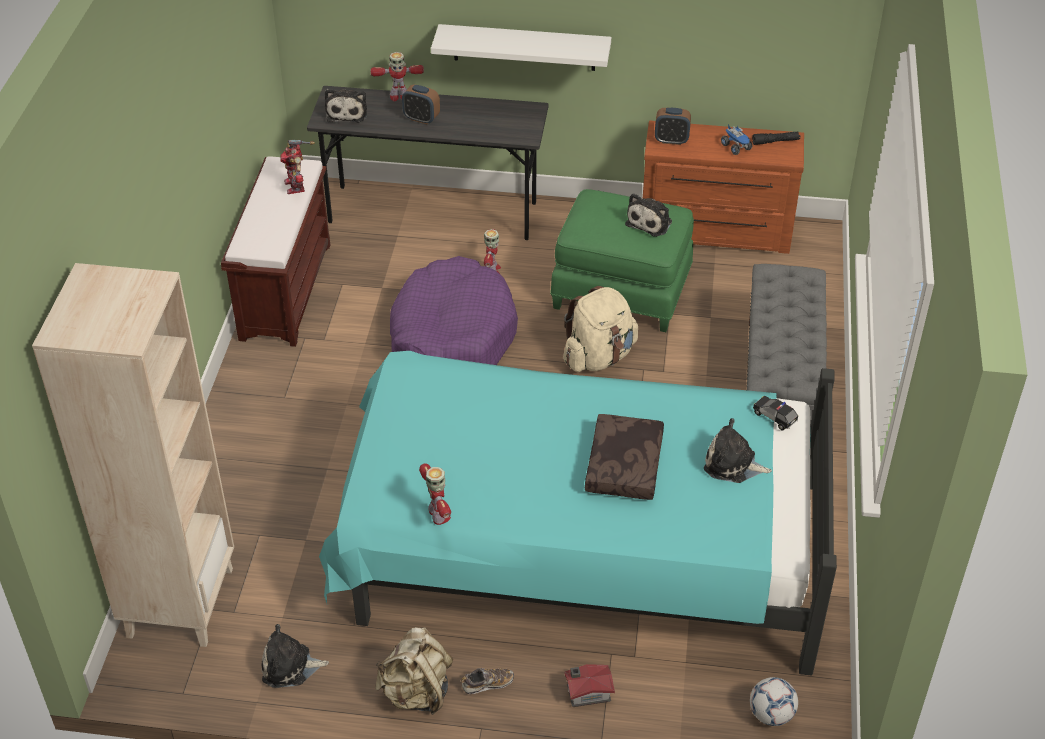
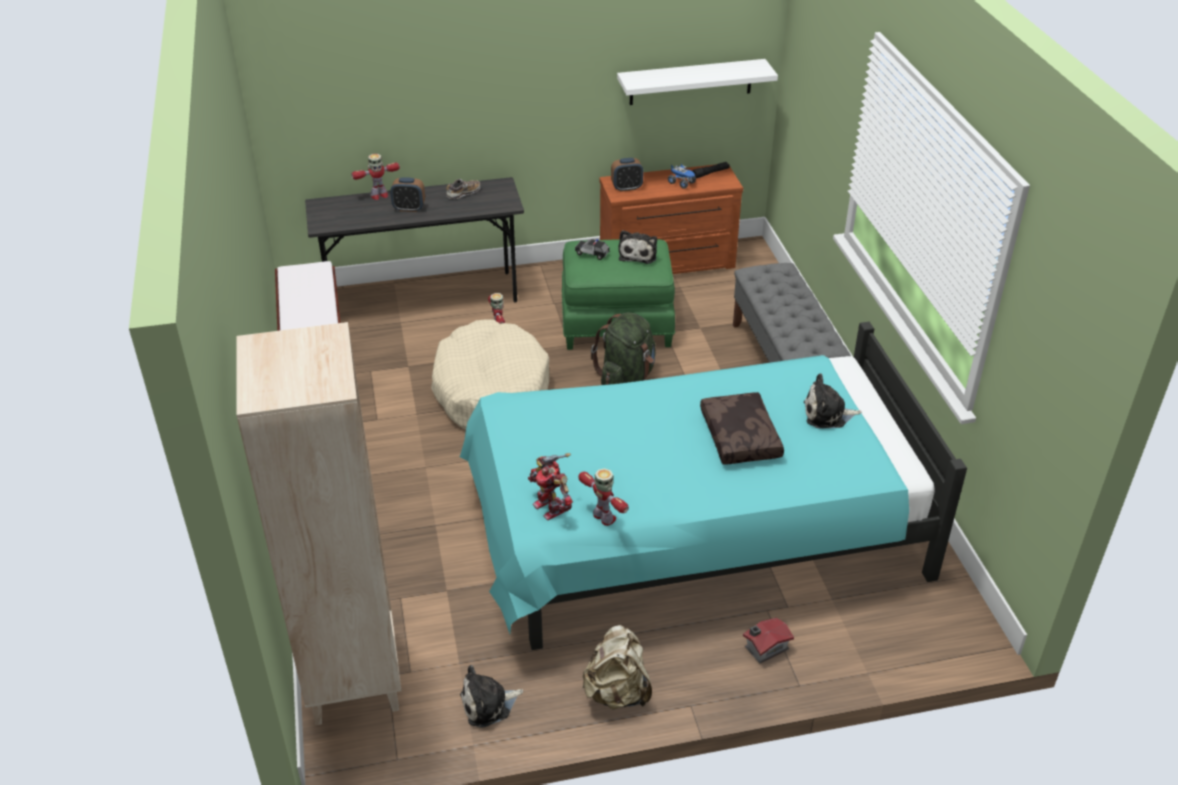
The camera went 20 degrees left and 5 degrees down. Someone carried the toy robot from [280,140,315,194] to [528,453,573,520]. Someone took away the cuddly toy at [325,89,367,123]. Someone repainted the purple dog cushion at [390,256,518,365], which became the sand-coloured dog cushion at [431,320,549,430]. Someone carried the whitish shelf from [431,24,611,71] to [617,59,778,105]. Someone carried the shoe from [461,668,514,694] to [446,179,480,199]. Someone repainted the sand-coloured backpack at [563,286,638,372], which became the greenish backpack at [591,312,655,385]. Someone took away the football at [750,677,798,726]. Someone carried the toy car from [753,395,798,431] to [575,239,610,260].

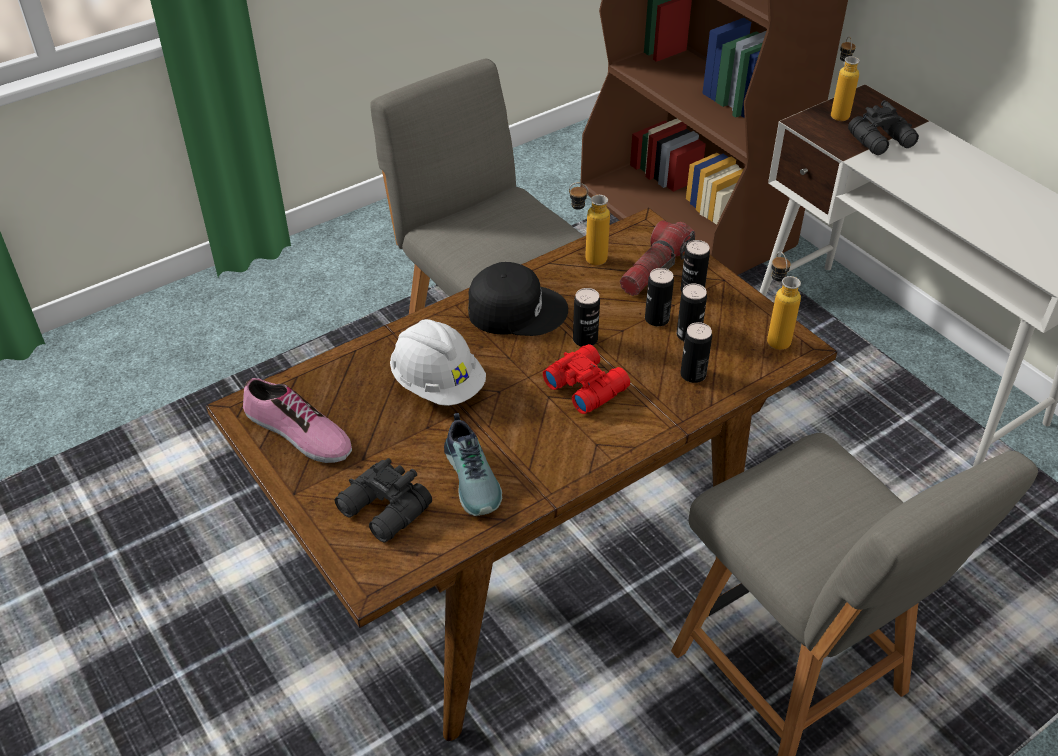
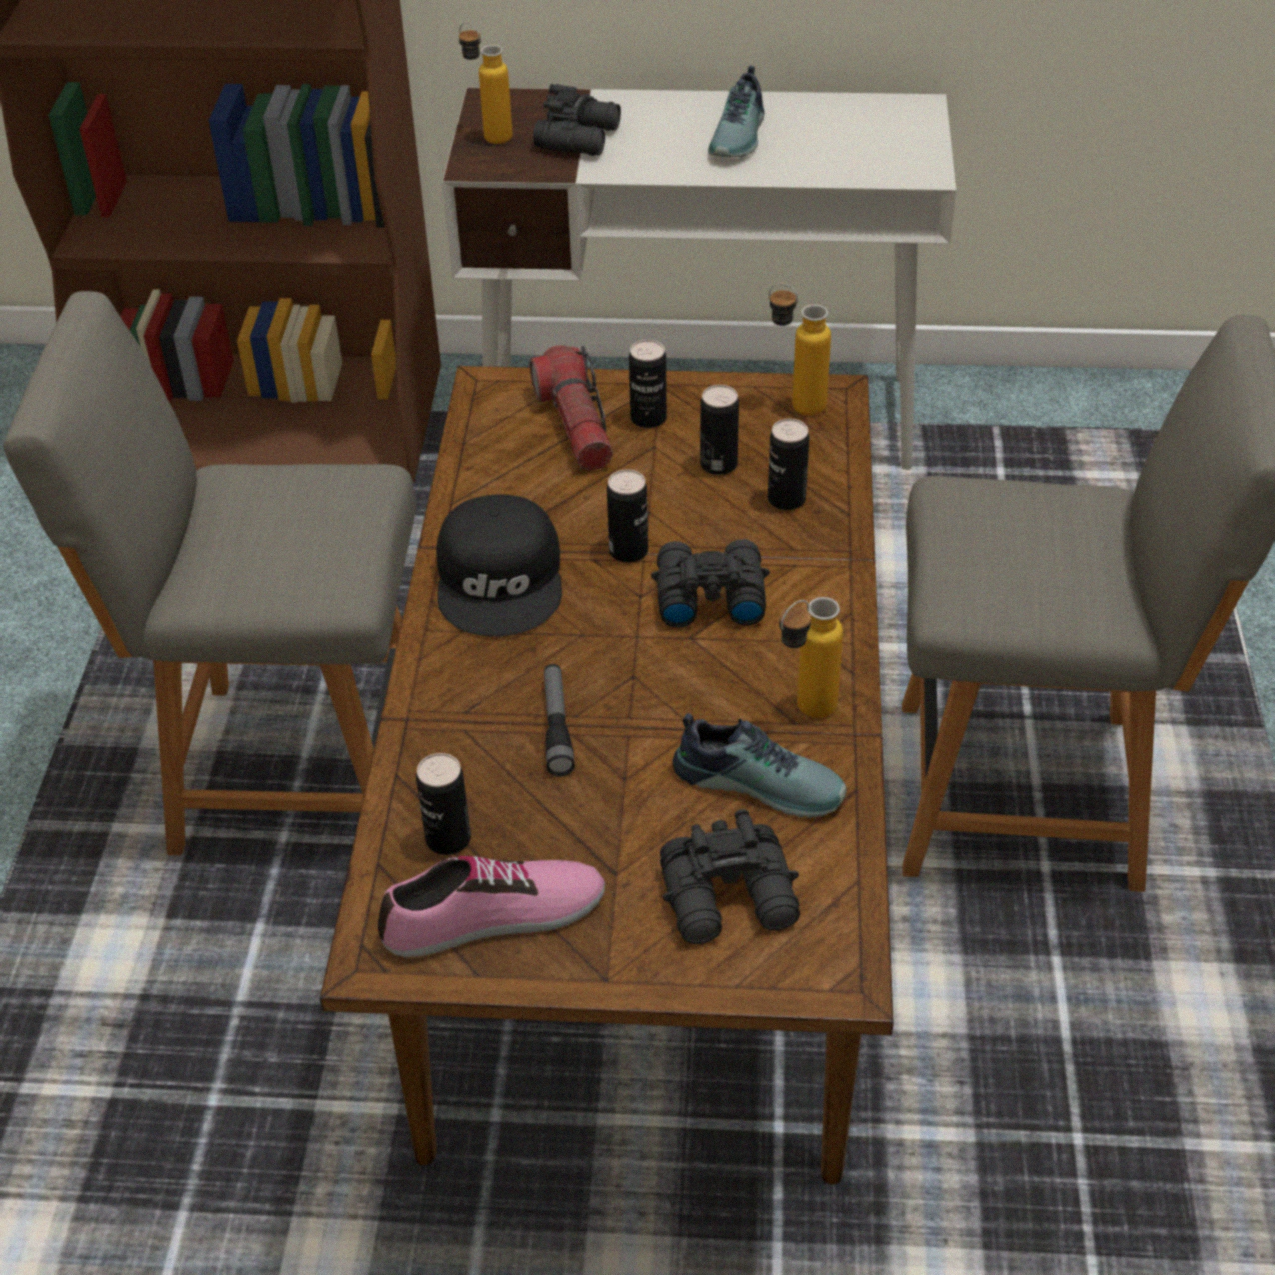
The camera went 50 degrees left and 0 degrees up. Someone swapped the whitish safety helmet at [390,319,486,406] for the flashlight at [544,664,575,776]. Someone rotated the black baseball cap at [468,262,568,336] by 135 degrees clockwise. Someone repainted the red binoculars at [543,344,630,414], which became the black binoculars at [651,539,770,628]. Someone carried the drink bottle from [569,183,610,266] to [779,597,843,718]. Someone carried the sealed can from [645,268,674,326] to [416,753,471,855]. Someone put down the shoe at [708,66,765,157].

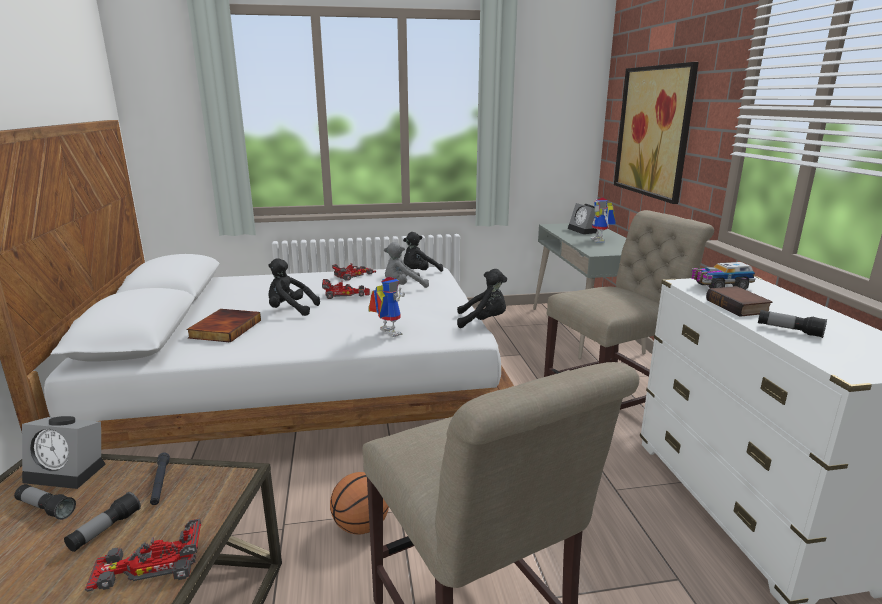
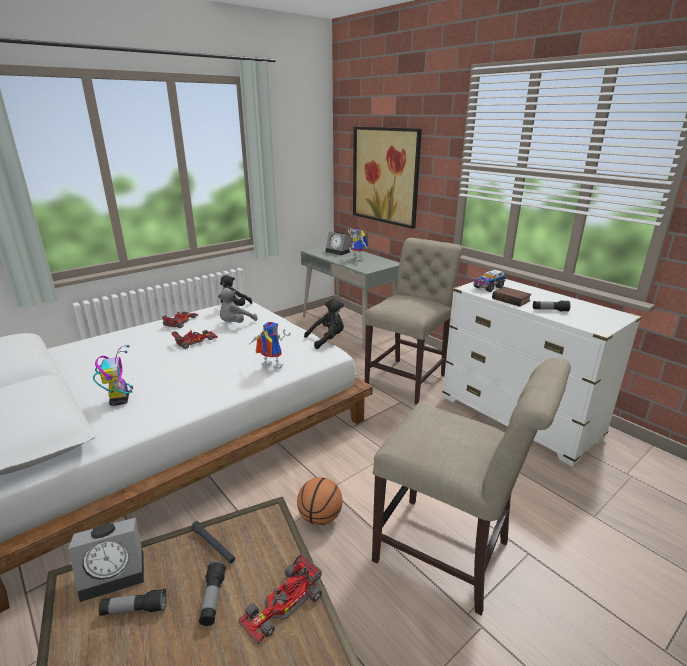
The camera went 30 degrees left and 5 degrees up. Someone swapped the volume at [187,309,261,343] for the toy robot at [93,345,133,406]. Someone took away the black cuddly toy at [268,258,320,316].

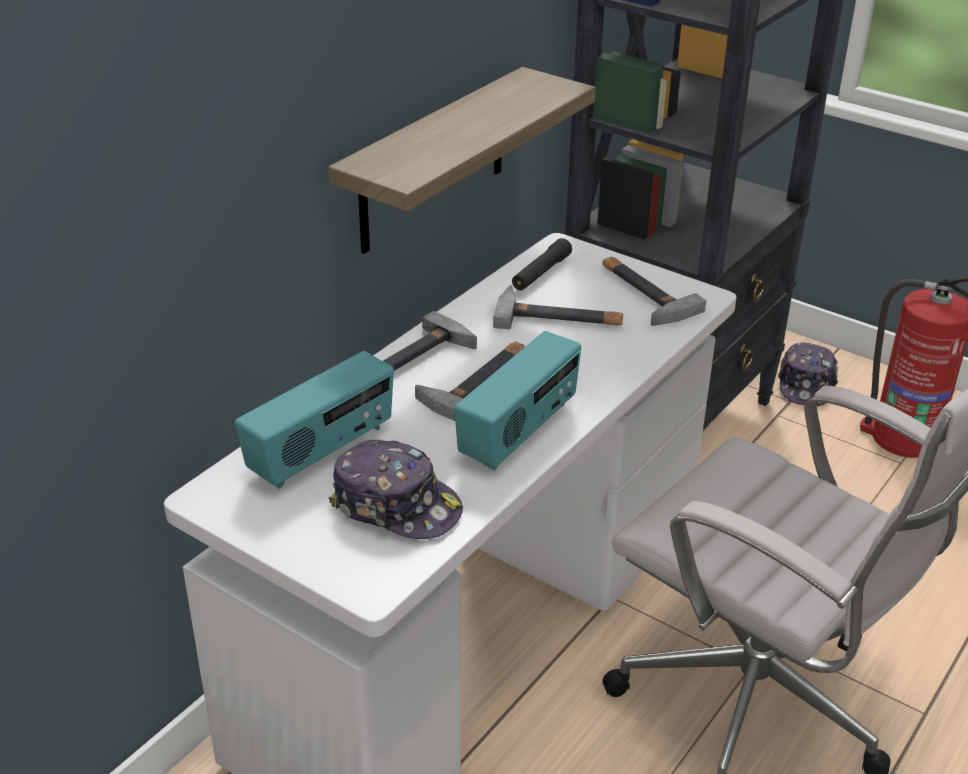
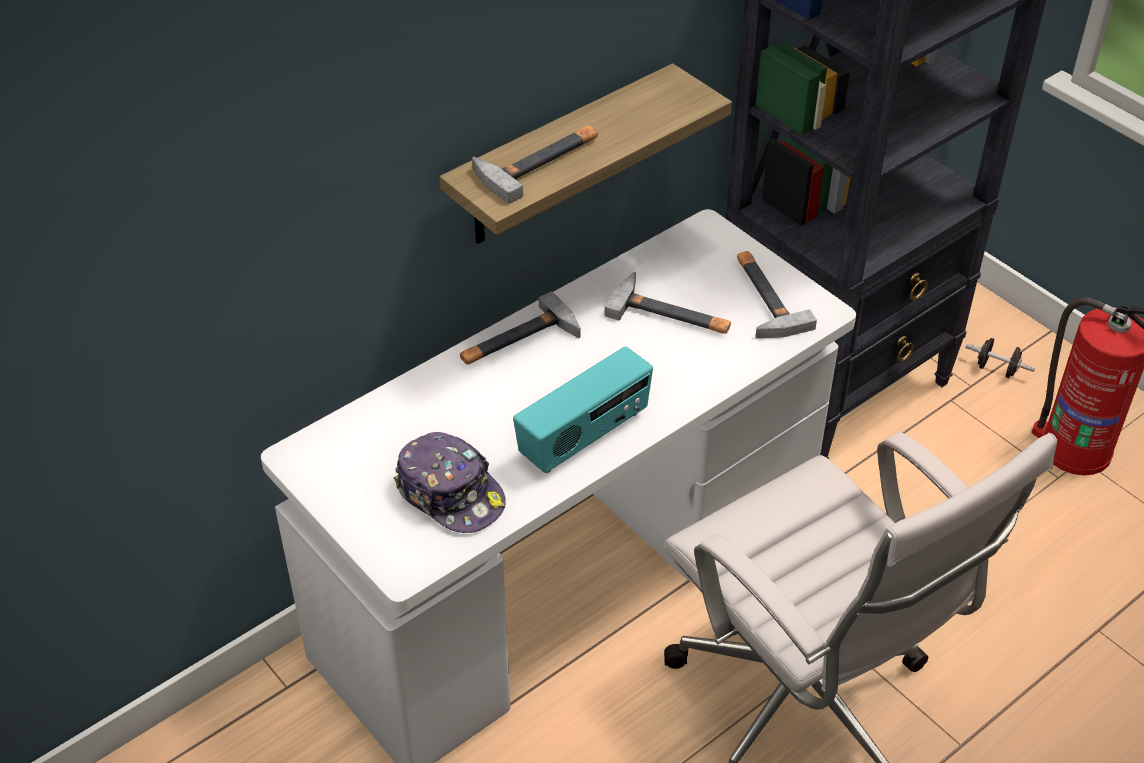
The camera went 15 degrees right and 10 degrees up. Someone took away the radio at [235,351,394,489]. Someone carried the hand hammer from [415,342,525,421] to [472,125,598,204]. Someone took away the black flashlight at [512,238,572,290]. Someone swapped the baseball cap at [778,342,838,406] for the black free weight at [965,338,1035,378].

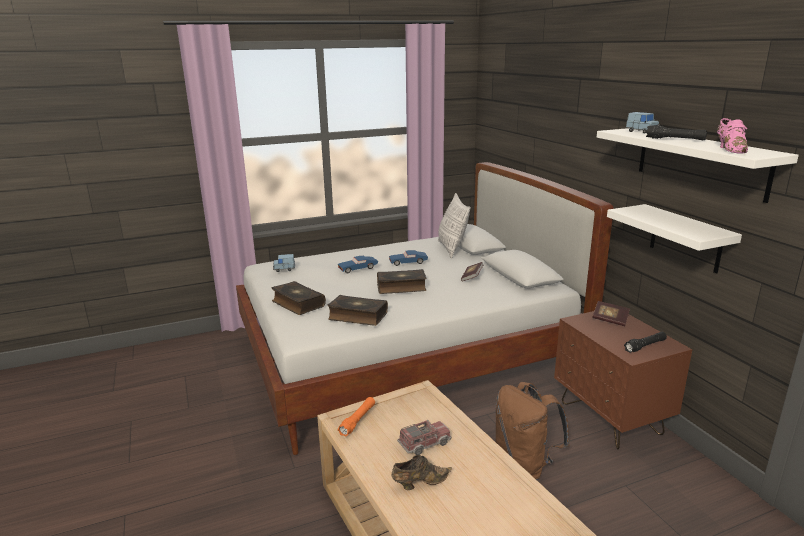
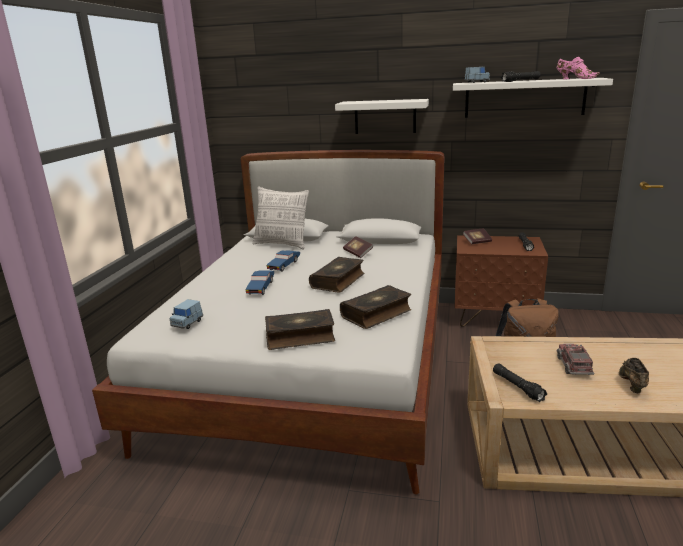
The camera went 55 degrees left and 0 degrees up. Someone repainted the orange-coloured flashlight at [337,397,375,437], which became the black flashlight at [493,363,547,402]. Someone carried the whitish shelf from [607,204,742,274] to [335,99,429,134].

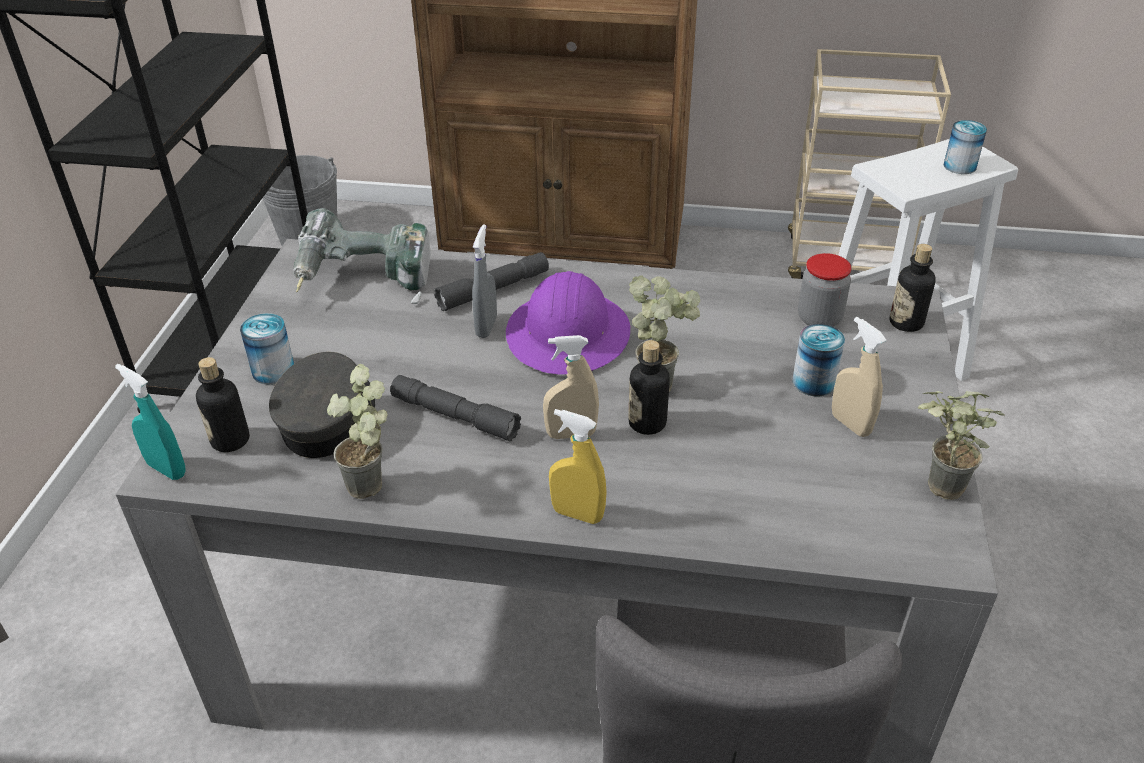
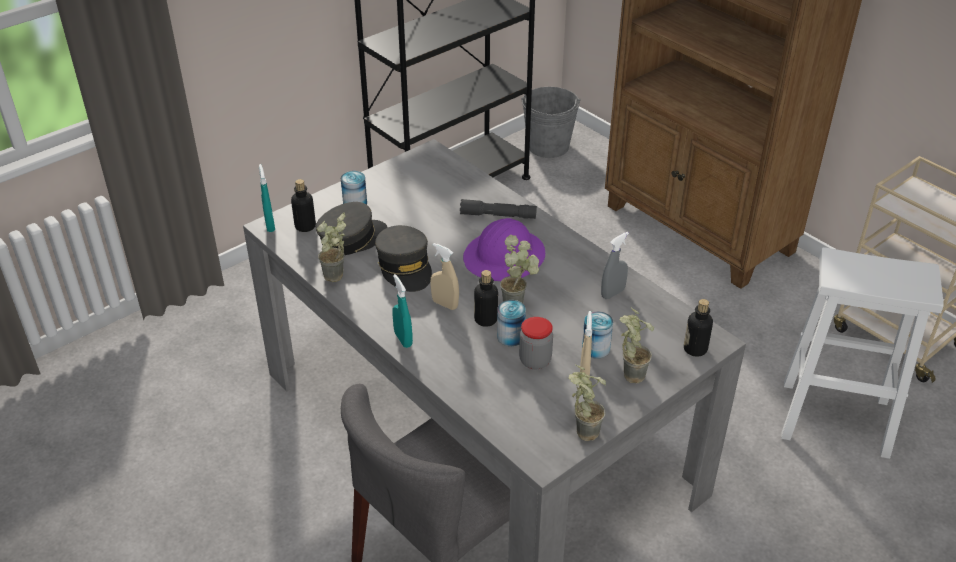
The camera went 40 degrees right and 0 degrees up. Someone took away the electric drill at [293,208,430,304]. Someone swapped the gray flashlight at [390,375,521,442] for the gray baseball cap at [375,225,432,292]. Someone carried the gray hand sprayer from [472,224,497,338] to [601,232,629,299]. Someone repainted the yellow-coloured hand sprayer at [549,409,607,524], which became the turquoise-coloured hand sprayer at [392,274,413,348]. Someone carried the storage jar from [798,253,852,327] to [519,317,553,369]. Someone carried the sealed can from [943,120,987,174] to [497,300,526,346]. Someone put down the houseplant at [619,308,654,384].

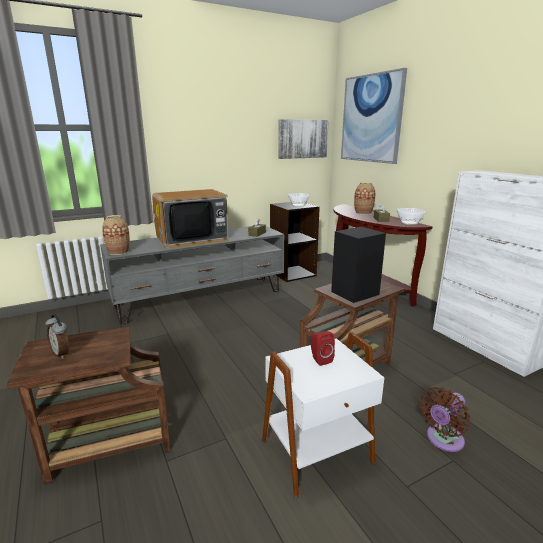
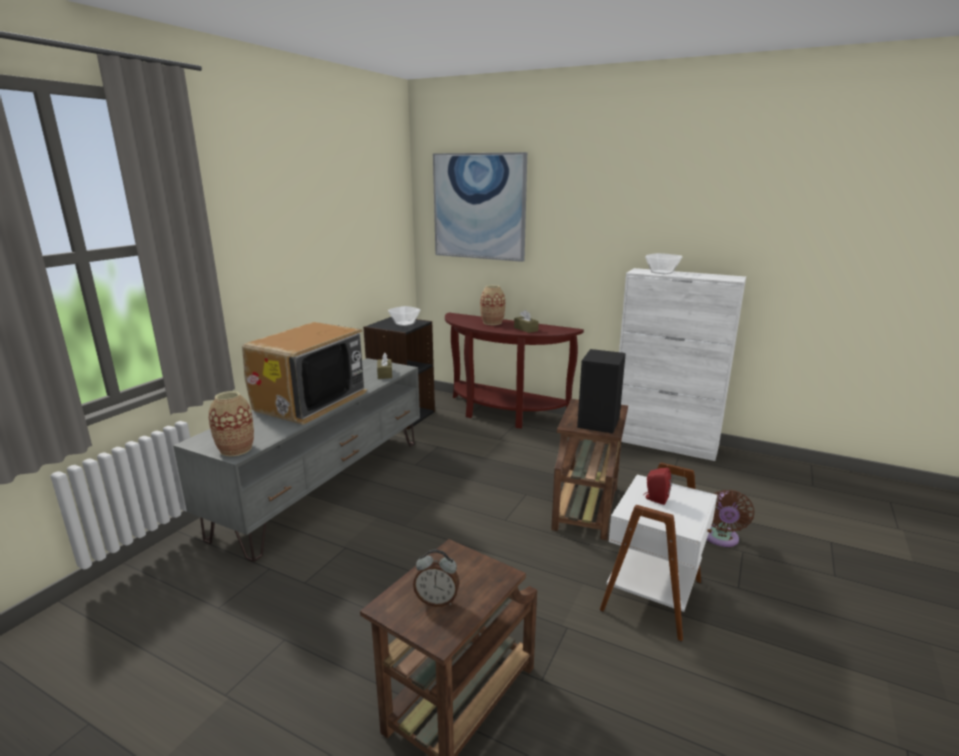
The camera went 35 degrees left and 0 degrees up. Someone took away the wall art at [278,119,329,159]. Someone carried the serving bowl from [396,208,426,225] to [645,253,682,274].

